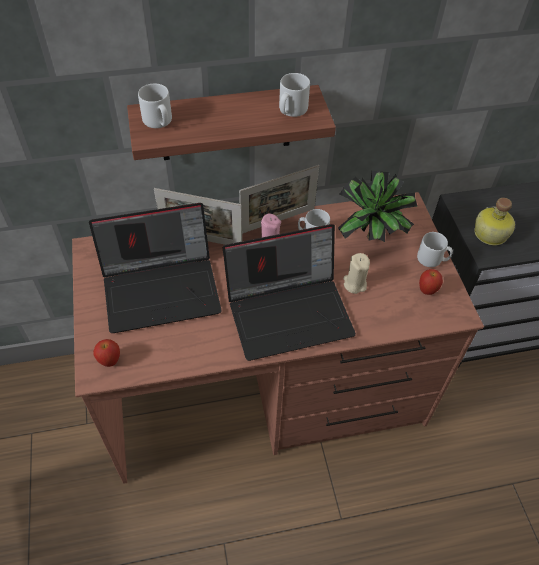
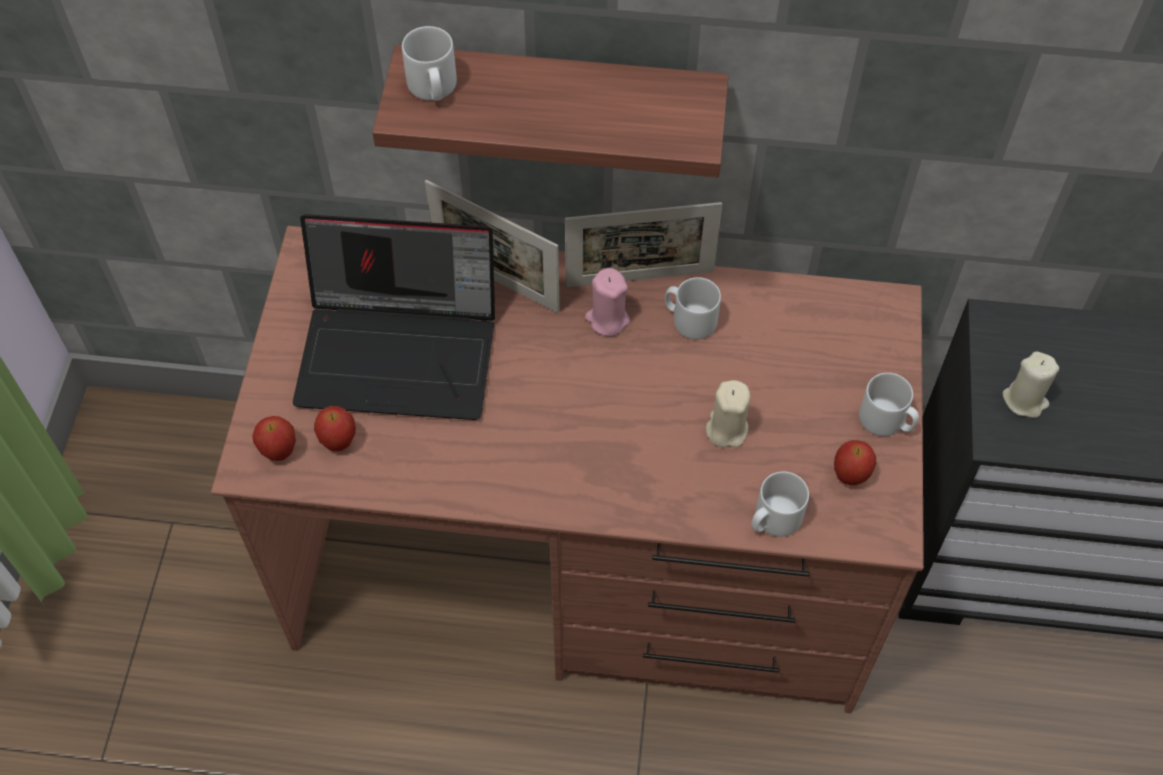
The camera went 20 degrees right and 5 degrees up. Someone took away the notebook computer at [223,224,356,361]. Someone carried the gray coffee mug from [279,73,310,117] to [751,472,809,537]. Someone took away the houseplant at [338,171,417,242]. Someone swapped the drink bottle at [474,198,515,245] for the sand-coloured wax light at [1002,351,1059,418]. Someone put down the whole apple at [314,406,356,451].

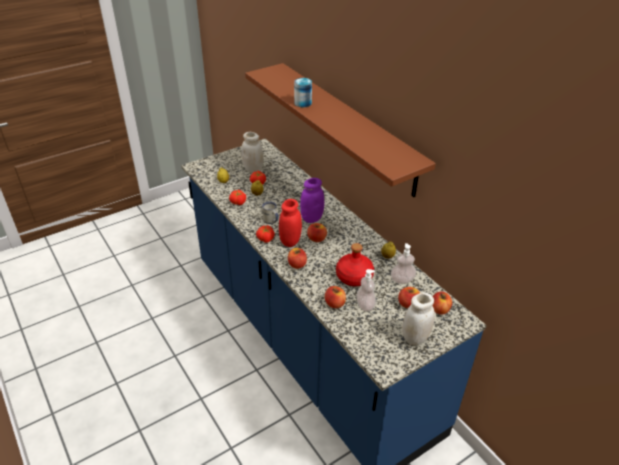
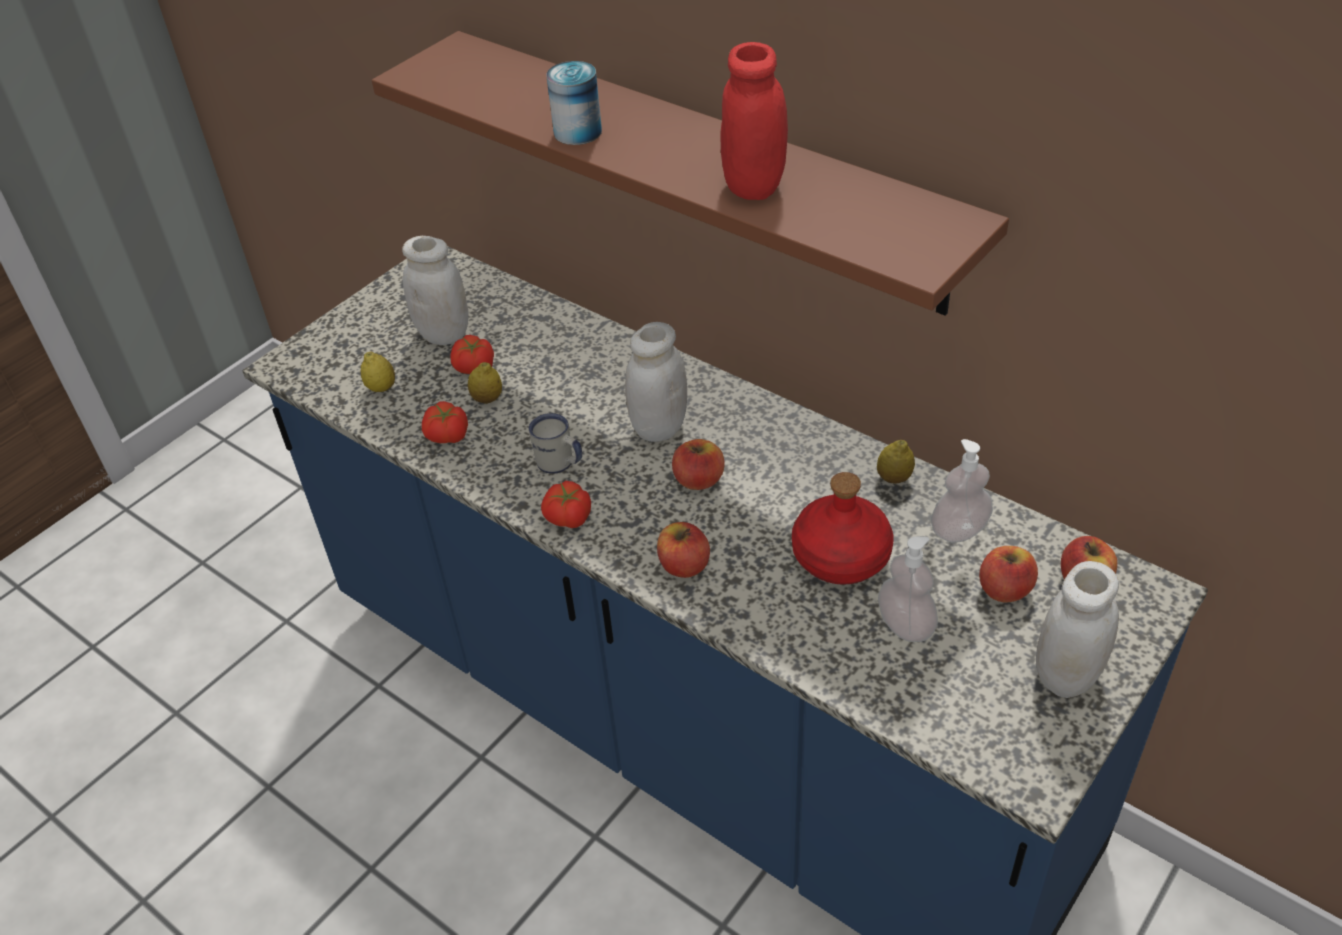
The camera went 15 degrees left and 5 degrees up. Someone carried the red storage jar from [279,199,302,247] to [720,42,788,200]. Someone repainted the purple storage jar at [300,178,324,223], which became the whitish storage jar at [625,322,687,442]. Someone took away the whole apple at [325,286,346,308].

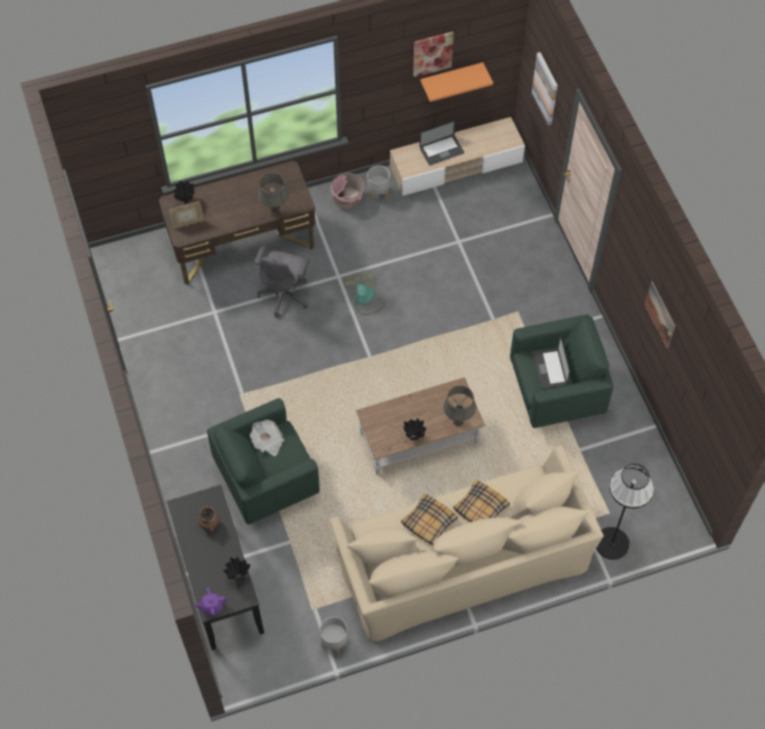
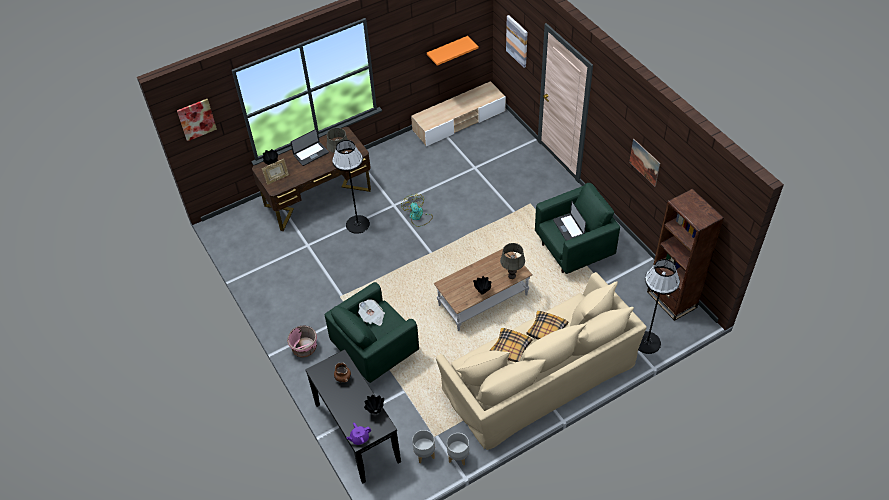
The camera went 10 degrees left and 10 degrees down. Someone swapped the gray office chair at [254,246,310,318] for the black standard lamp at [332,140,370,234]. Someone carried the pink planter from [330,173,365,210] to [287,326,317,357]. Someone carried the gray planter from [367,165,390,201] to [412,430,435,463]. Someone carried the wall art from [413,31,454,77] to [177,99,217,141]. Someone carried the notebook computer from [419,121,464,165] to [291,129,329,166]. Someone put down the brownish bookshelf at [647,189,724,321].

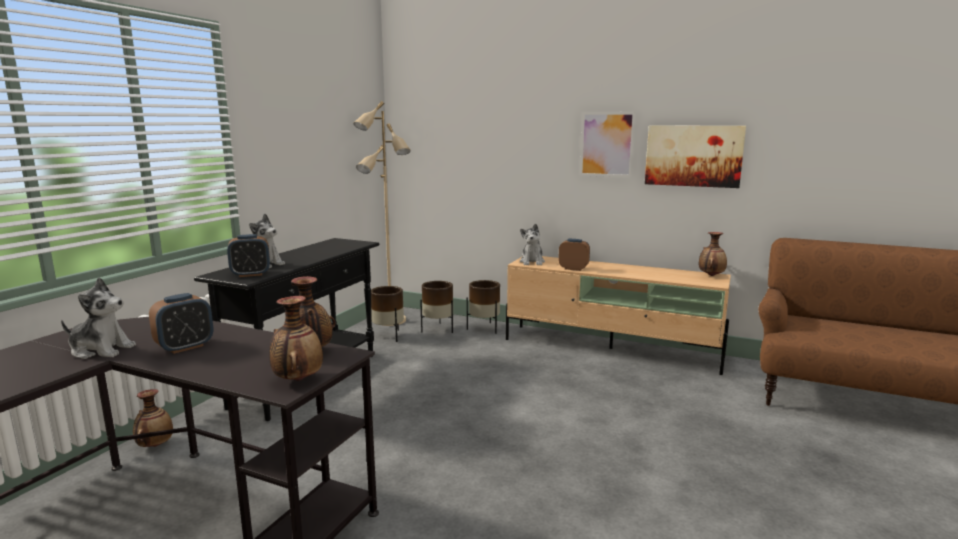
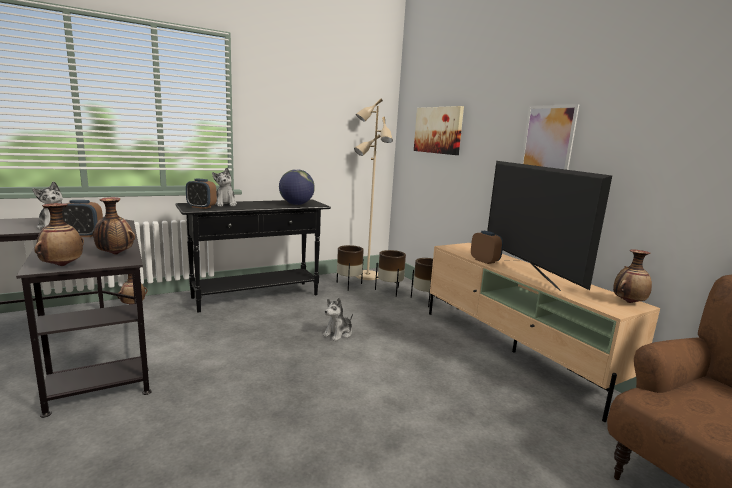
The camera went 35 degrees right and 0 degrees up. Someone carried the cuddly toy from [520,223,545,265] to [322,298,353,341]. Someone carried the wall art from [645,125,746,188] to [414,106,464,155]. Someone put down the desk globe at [279,169,315,205]. Someone put down the TV set at [487,161,612,291].

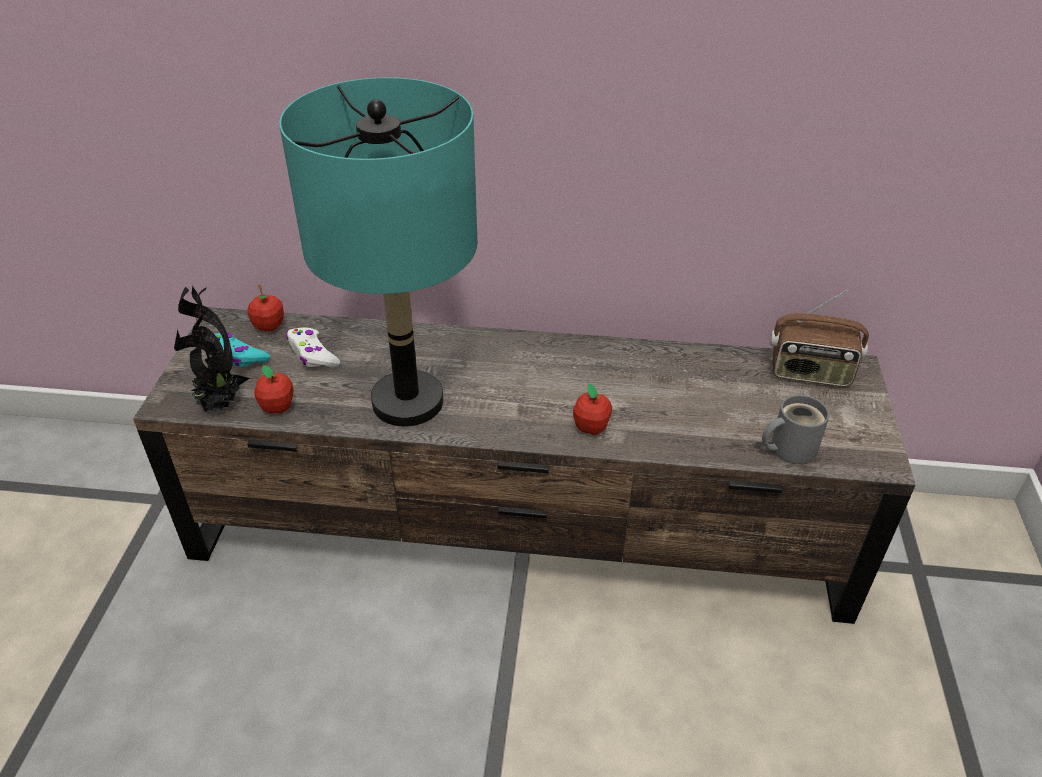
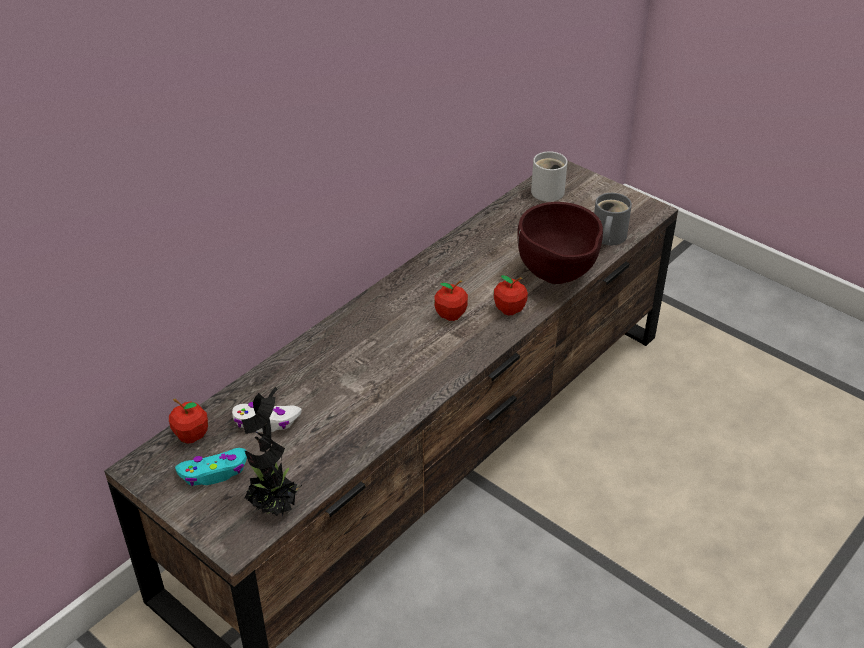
The camera went 55 degrees left and 0 degrees up. Someone carried the whole apple from [254,365,293,414] to [434,280,468,321]. Someone took away the turquoise-coloured table lamp at [279,77,477,427]. Someone swapped the radio at [769,290,869,387] for the whitish coffee mug at [531,151,568,202]. Someone put down the brownish serving bowl at [517,202,603,284].

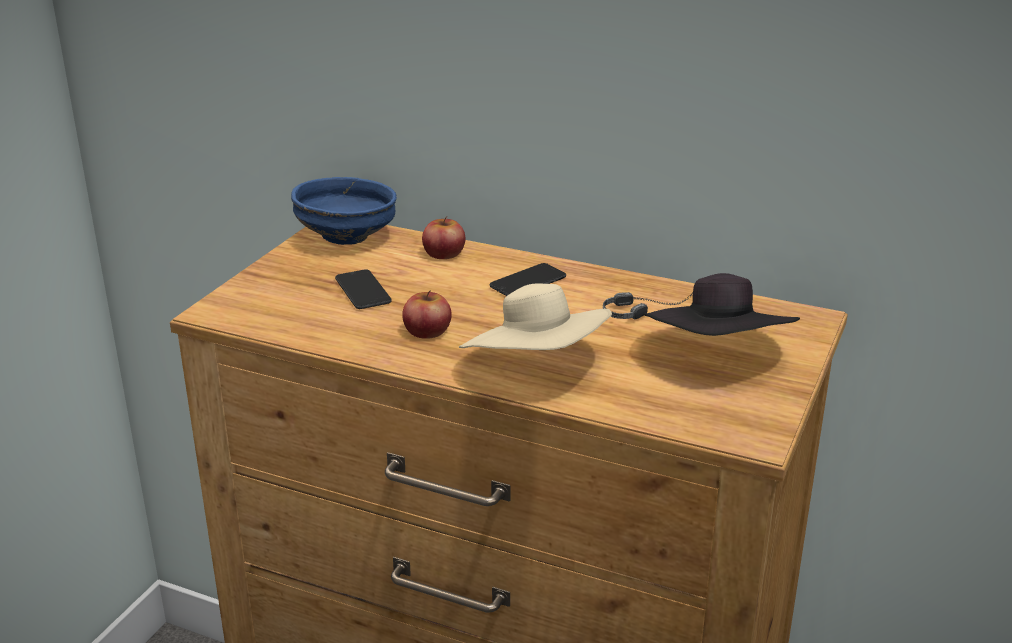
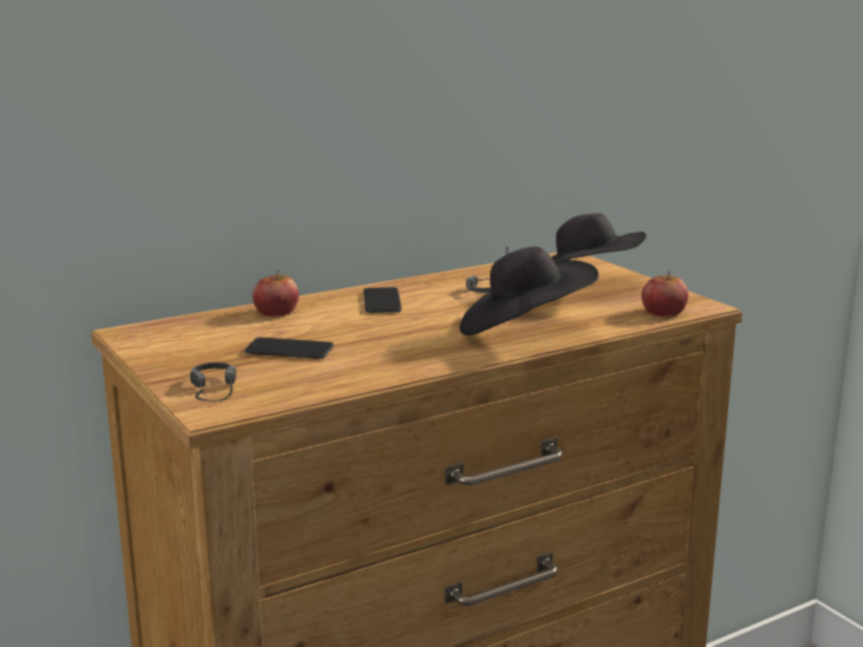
The camera went 55 degrees left and 10 degrees down. Someone took away the bluish serving bowl at [291,177,397,245]. Someone carried the whole apple from [402,290,452,339] to [641,270,688,317]. Someone repainted the sand-coloured clothing hat at [459,283,612,350], which became the black clothing hat at [460,247,599,335]. Someone put down the headset at [190,362,236,402].

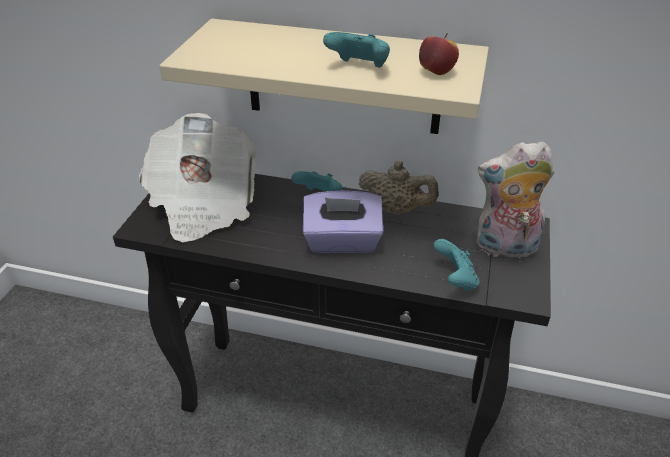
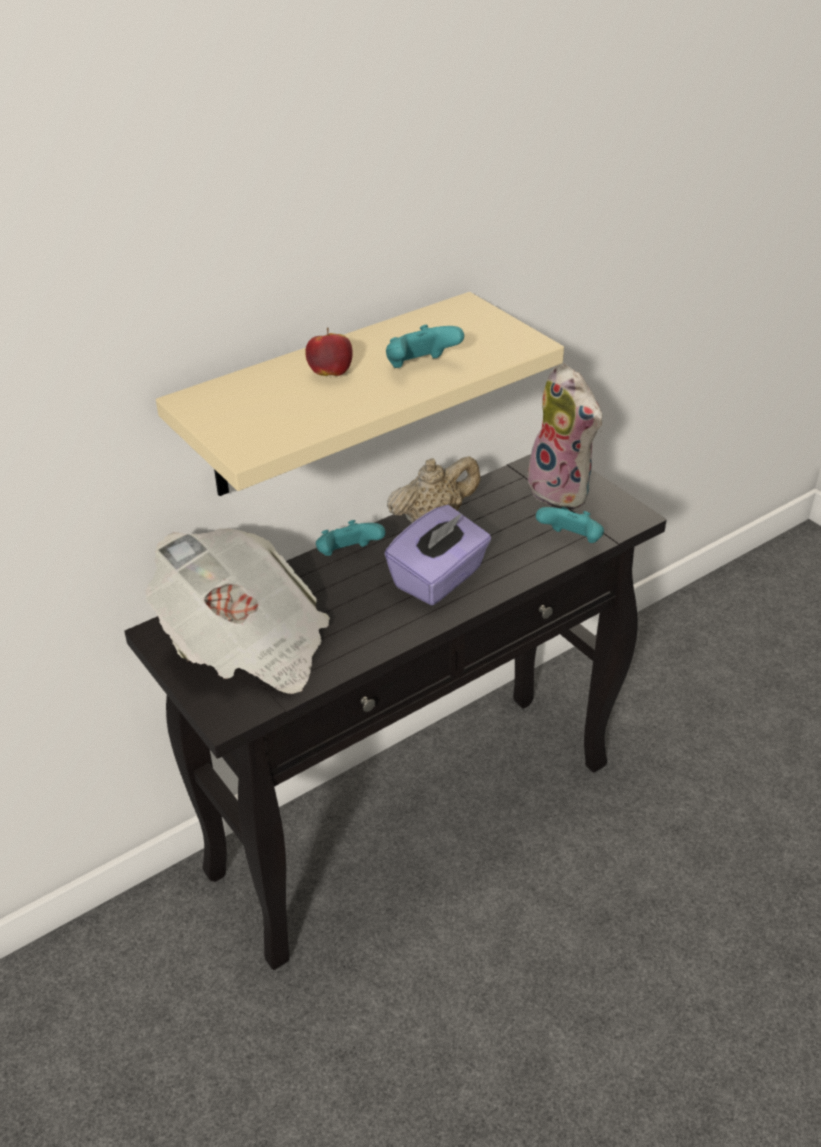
The camera went 50 degrees left and 0 degrees up. Someone carried the whole apple from [419,33,459,75] to [305,328,353,376]. Someone rotated the cuddly toy at [476,141,554,258] by 75 degrees counterclockwise.

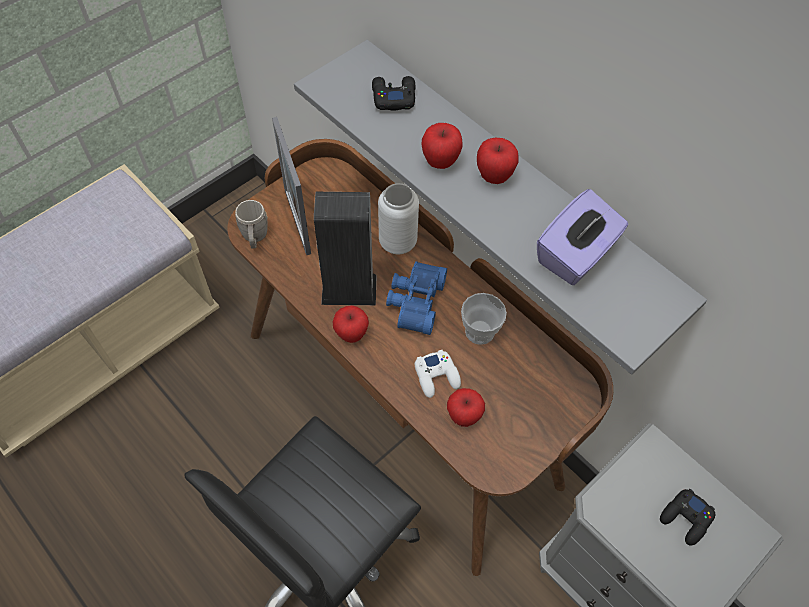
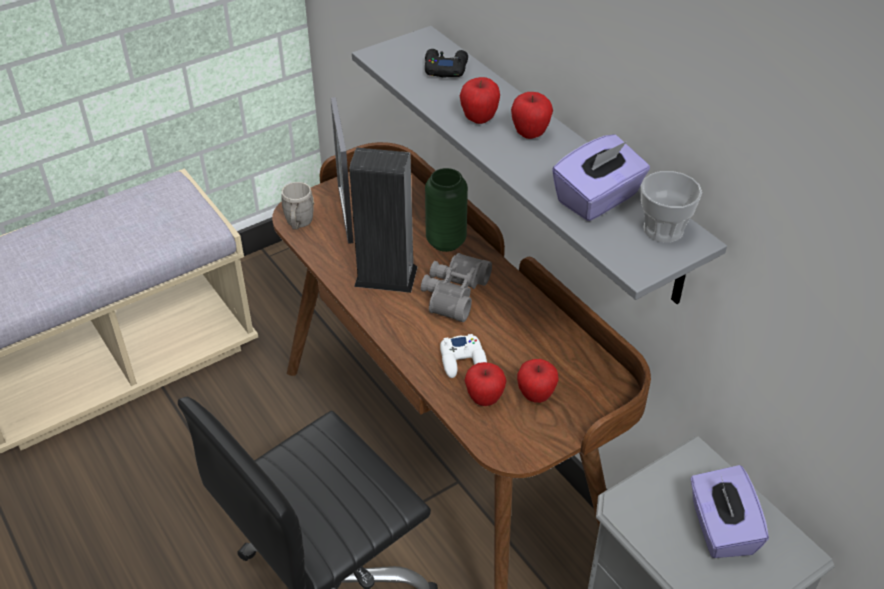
The camera went 10 degrees right and 15 degrees down. Someone carried the whole apple from [332,305,369,343] to [517,359,559,403]. Someone repainted the whitish vase at [378,183,419,254], which became the greenish vase at [425,168,468,252]. Someone repainted the bluish binoculars at [386,261,447,335], which became the gray binoculars at [421,253,492,322]. Someone carried the cup from [461,293,507,345] to [641,171,702,242]. Someone swapped the black gamepad at [660,489,716,546] for the purple tissue box at [690,465,769,558].

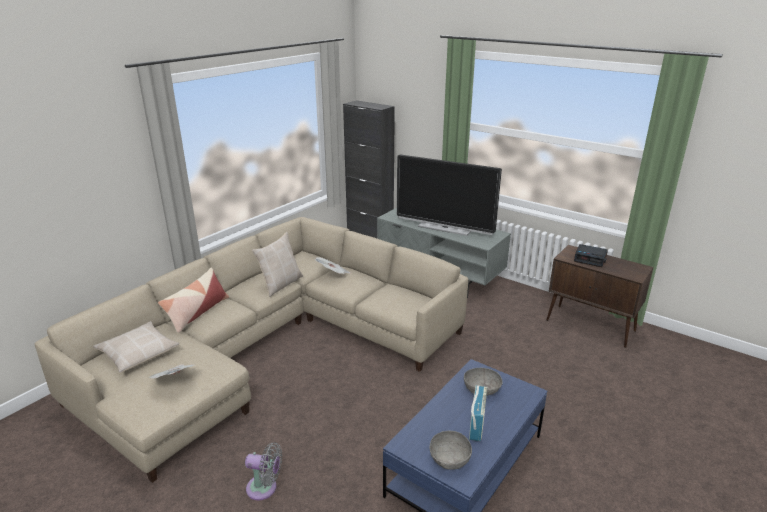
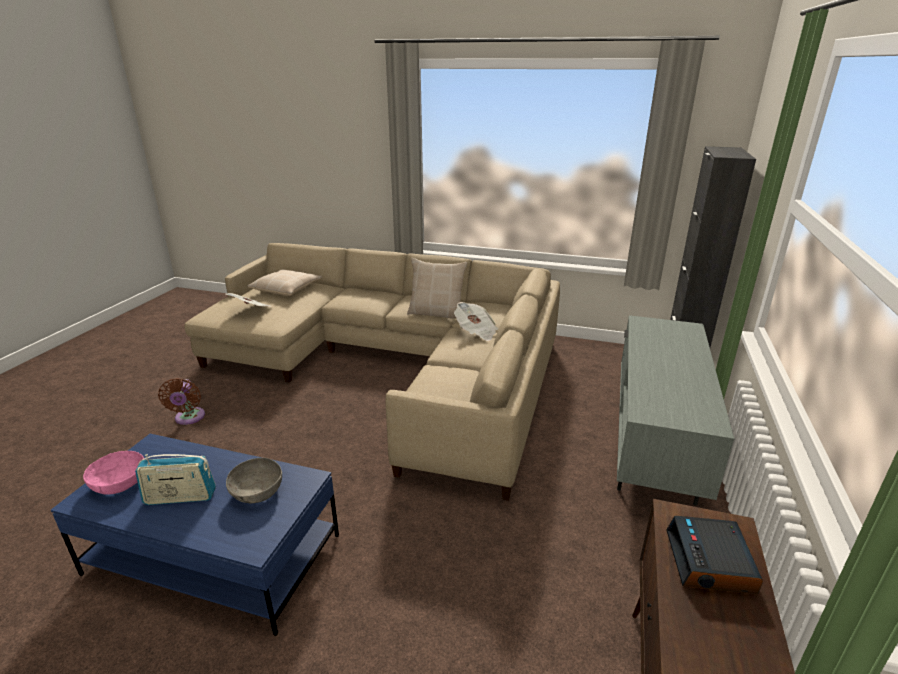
The camera went 70 degrees right and 0 degrees up. Someone took away the pillow at [158,268,229,333]. Someone repainted the gray cooling fan at [245,442,282,500], which became the brownish cooling fan at [158,378,205,425]. Someone took away the TV set at [397,155,502,236]. Someone repainted the gray serving bowl at [430,431,472,470], which became the pink serving bowl at [83,451,144,494].

